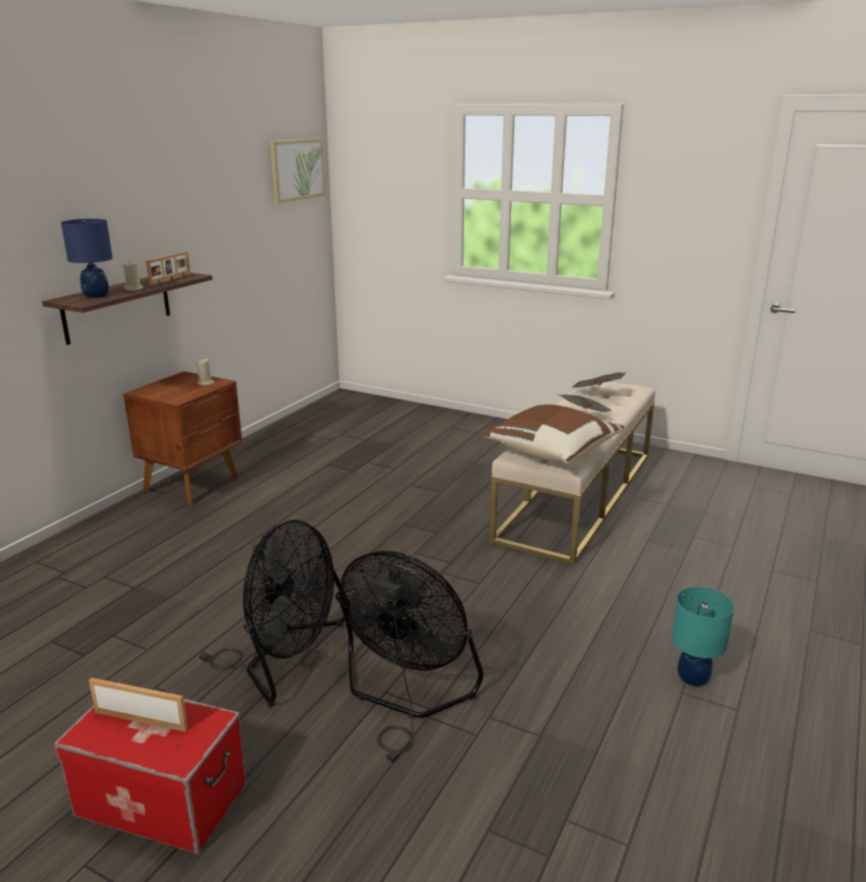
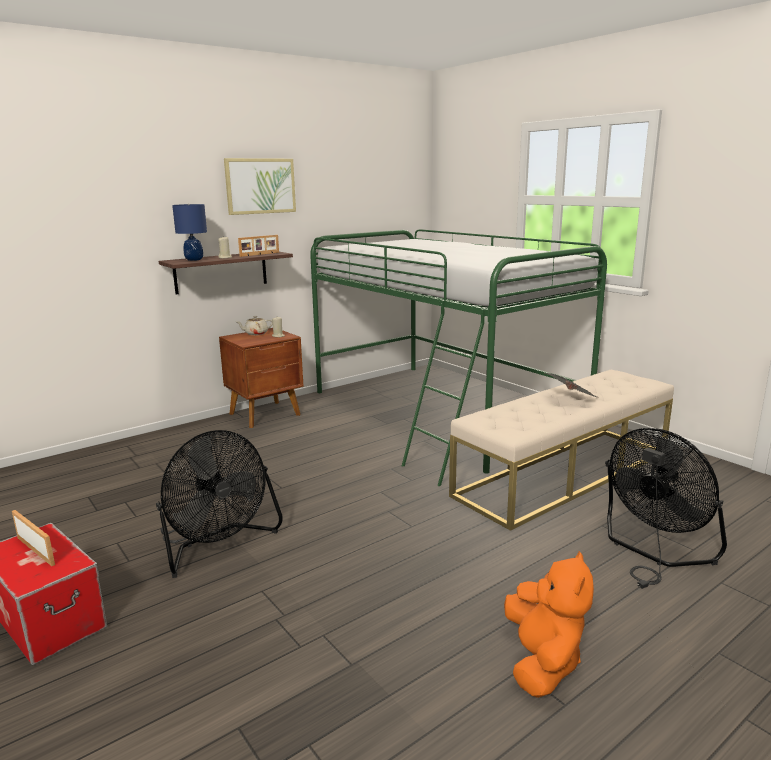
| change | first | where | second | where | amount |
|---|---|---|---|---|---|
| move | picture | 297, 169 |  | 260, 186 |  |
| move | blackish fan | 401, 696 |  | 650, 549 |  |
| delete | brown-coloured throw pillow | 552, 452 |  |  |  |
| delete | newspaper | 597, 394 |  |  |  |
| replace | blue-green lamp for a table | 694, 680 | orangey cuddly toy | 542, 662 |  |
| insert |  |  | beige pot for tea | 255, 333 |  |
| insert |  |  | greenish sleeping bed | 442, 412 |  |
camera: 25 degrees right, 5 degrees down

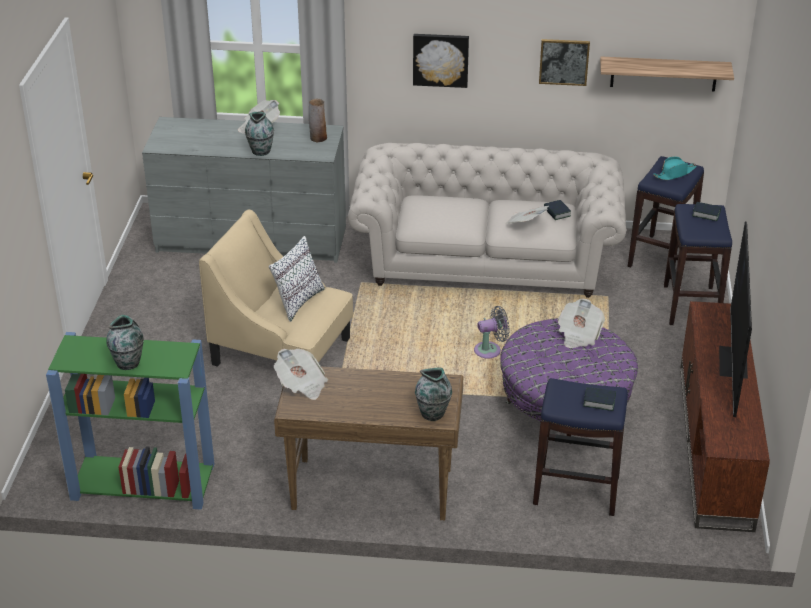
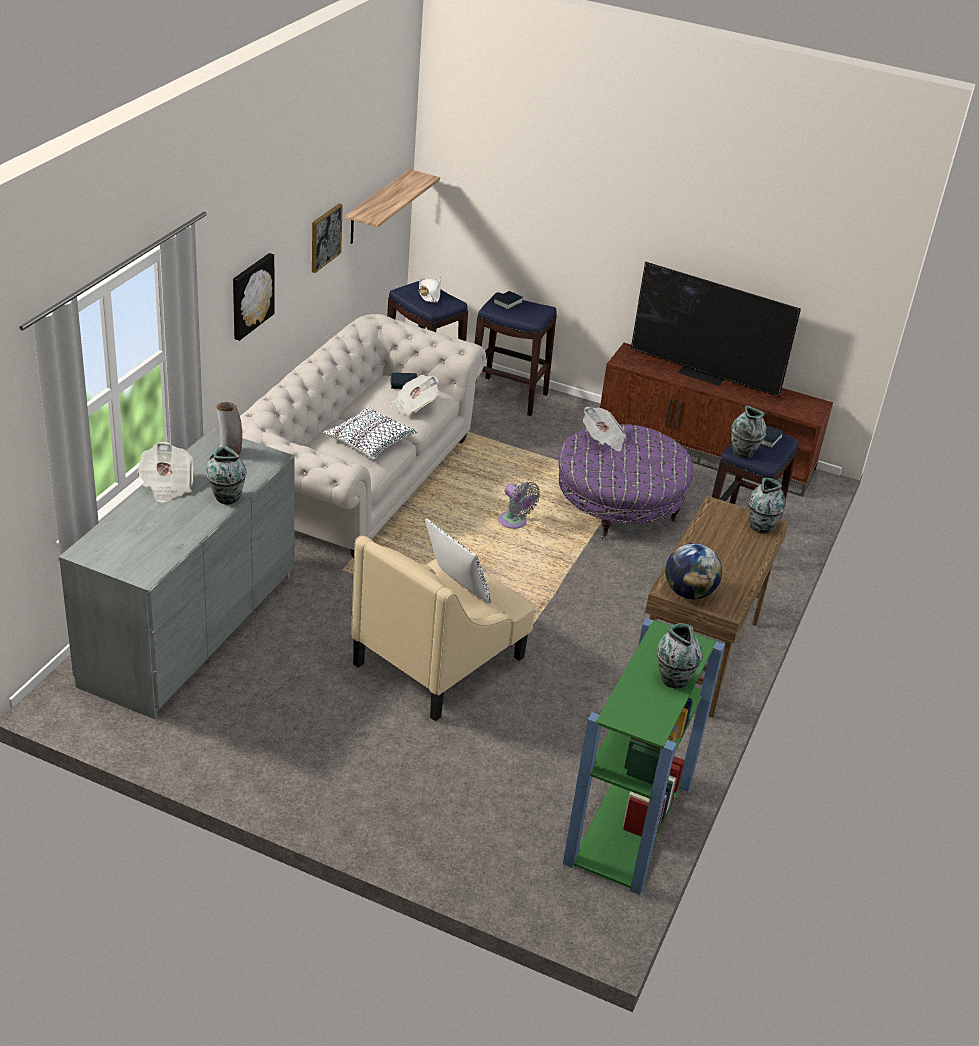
| change | first | where | second | where | amount |
|---|---|---|---|---|---|
| replace | newspaper | 301, 385 | desk globe | 688, 592 |  |
| rotate | gray fan | 490, 350 |  | 514, 522 | 135 degrees clockwise |
| recolor | blue-green hat | 674, 174 | white hat | 429, 294 |  |
| insert |  |  | white throw pillow | 370, 441 |  |
| insert |  |  | vase | 743, 453 |  |
camera: 75 degrees left, 0 degrees up

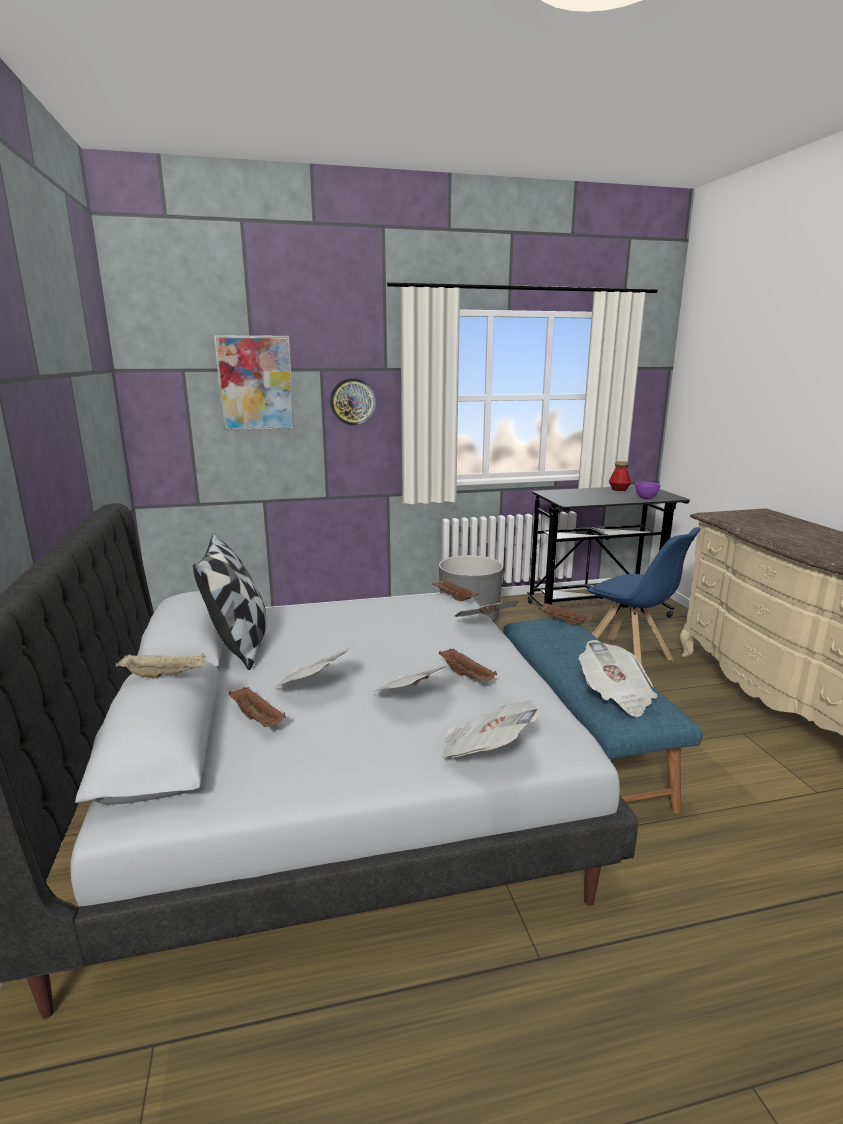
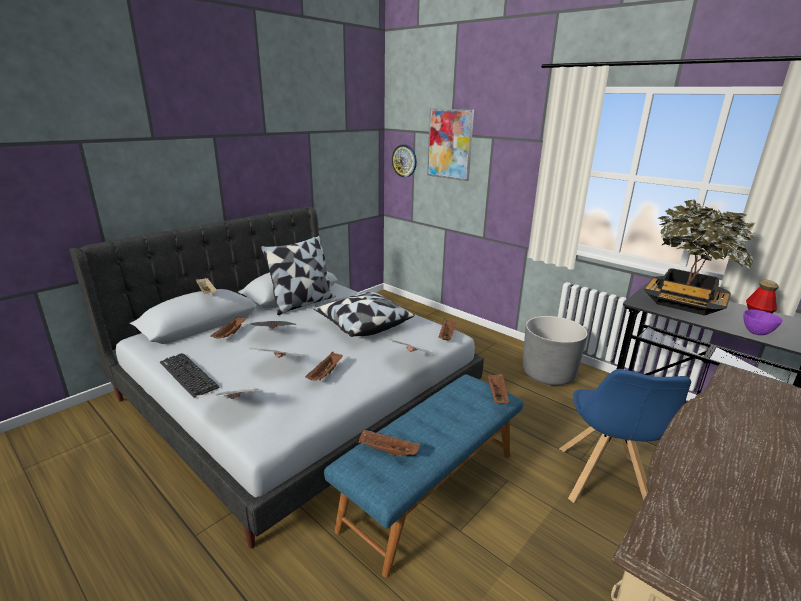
| change | first | where | second | where | amount |
|---|---|---|---|---|---|
| move | wall clock | 353, 401 |  | 404, 161 |  |
| replace | newspaper | 616, 696 | brown-coloured carrying tray | 387, 451 |  |
| insert |  |  | keyboard | 188, 375 |  |
| insert |  |  | throw pillow | 362, 325 |  |
| insert |  |  | potted plant | 683, 303 |  |
camera: 55 degrees right, 5 degrees up

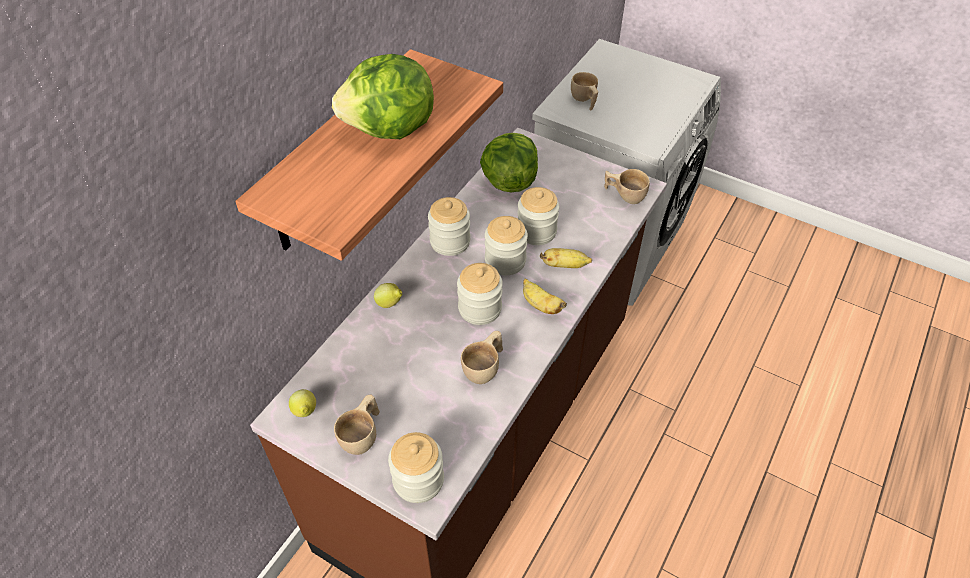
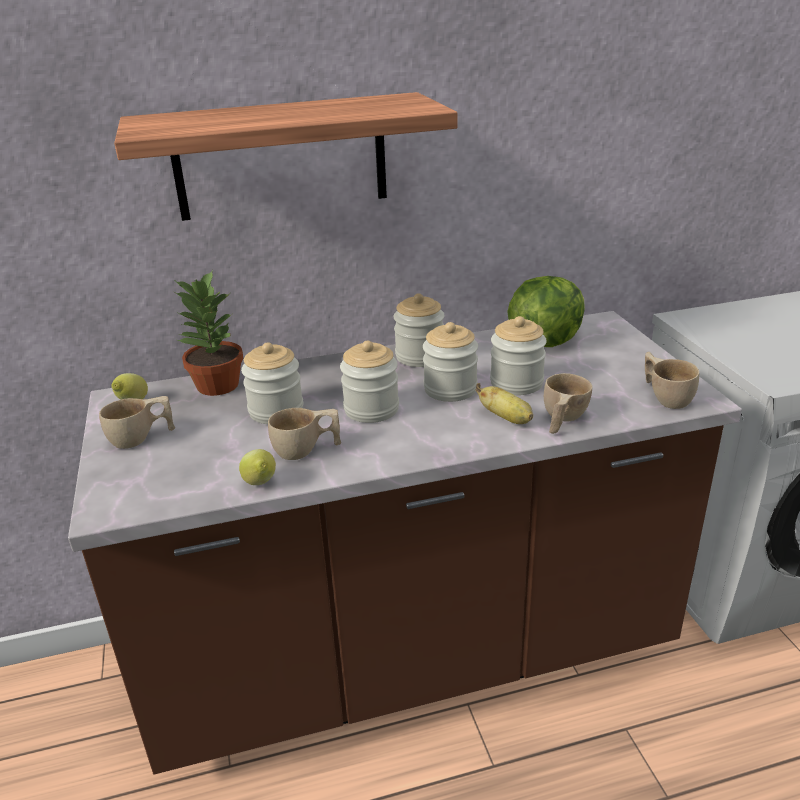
| change | first | where | second | where | amount |
|---|---|---|---|---|---|
| delete | lettuce head | 390, 130 |  |  |  |
| move | citrus fruit | 390, 304 |  | 260, 484 |  |
| move | jar | 418, 480 |  | 276, 411 |  |
| delete | banana fruit | 540, 305 |  |  |  |
| move | beige small cup | 584, 100 |  | 562, 420 |  |
| insert |  |  | potted plant | 216, 386 |  |
camera: 45 degrees right, 20 degrees down

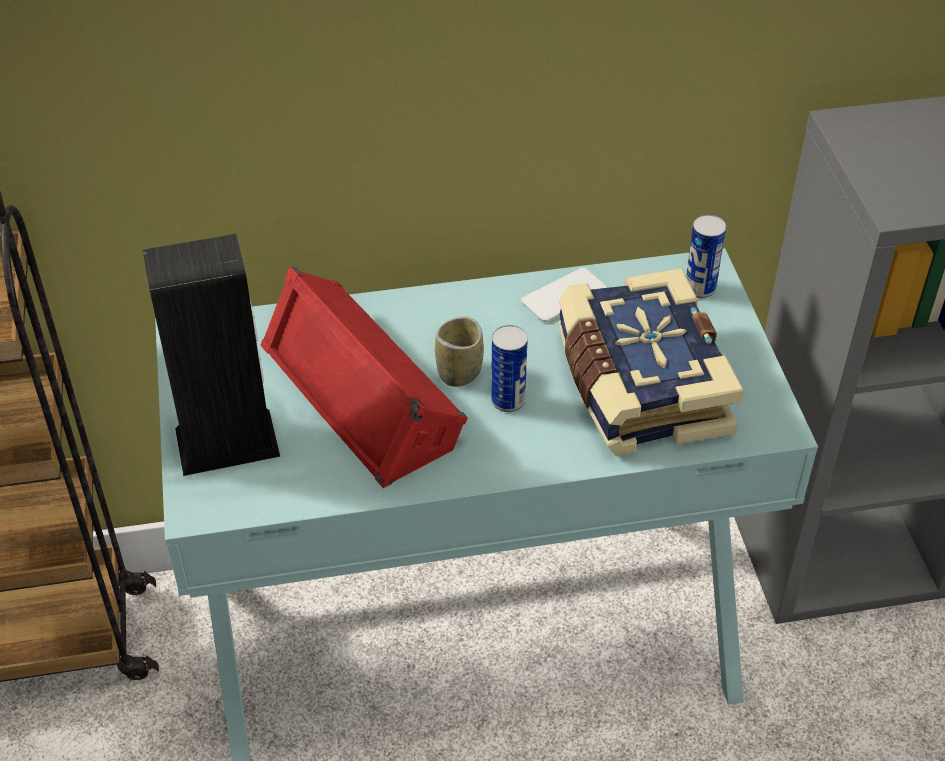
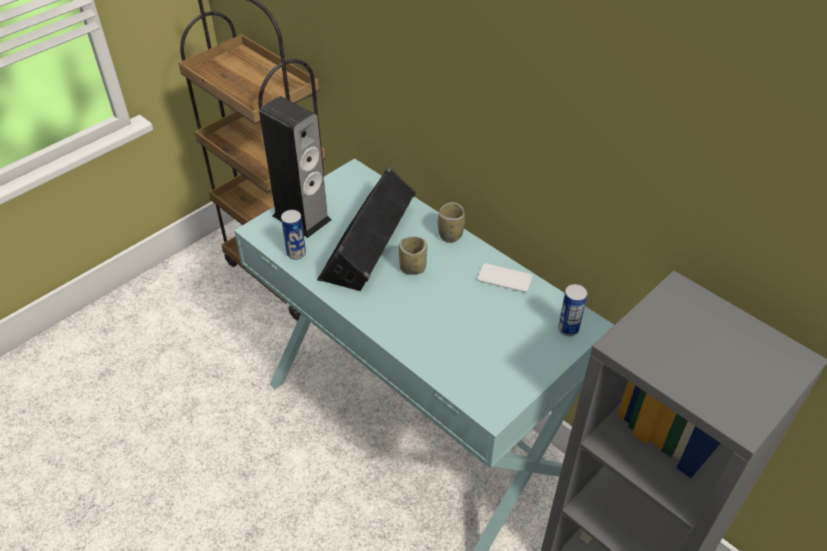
| change | first | where | second | where | amount |
|---|---|---|---|---|---|
| recolor | red-coloured loudspeaker | 364, 391 | blackish loudspeaker | 370, 242 |  |
| move | metal can | 508, 401 |  | 296, 253 |  |
| delete | volume | 638, 385 |  |  |  |
| insert |  |  | small cup | 450, 235 |  |
camera: 55 degrees right, 0 degrees up

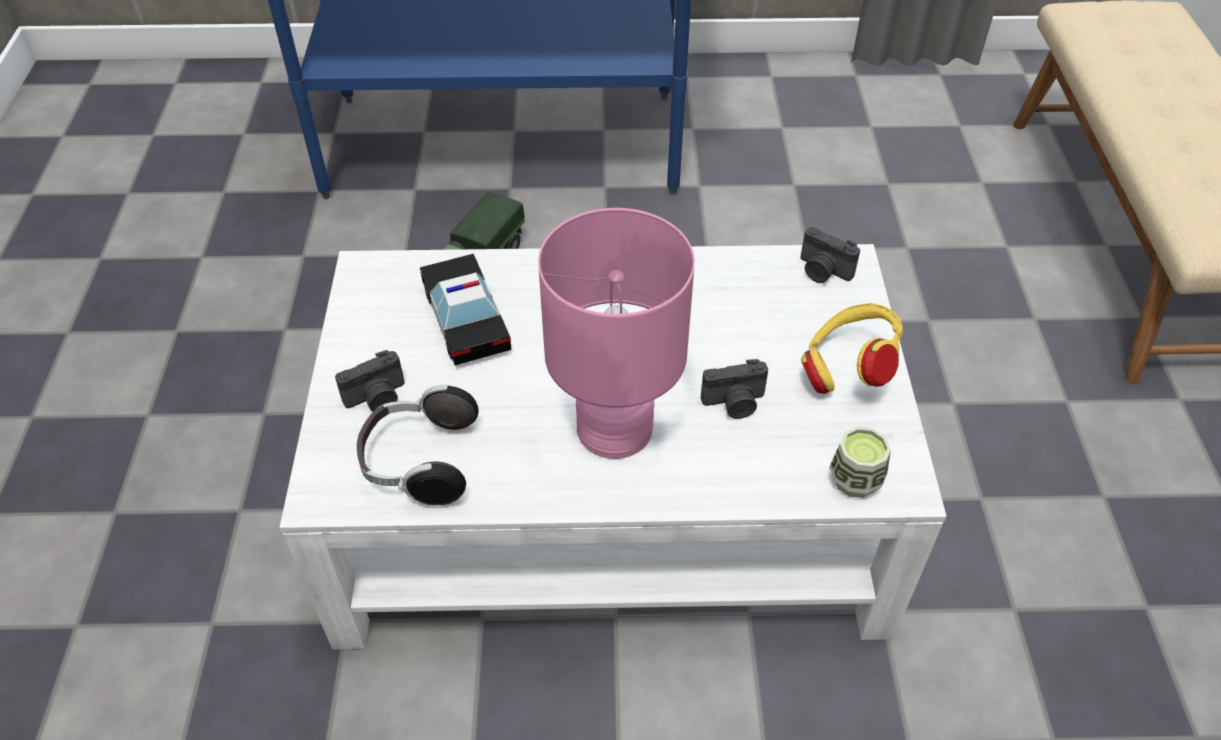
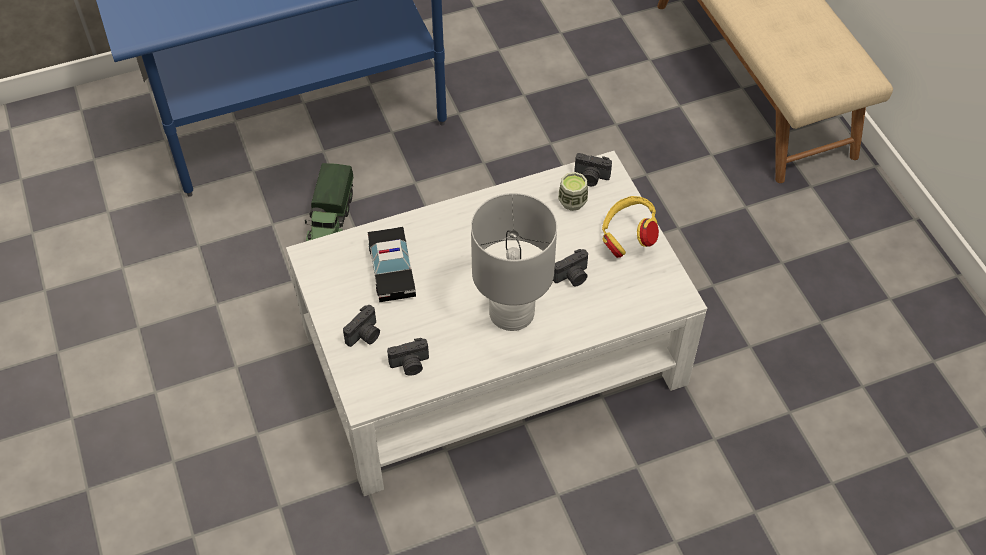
| change | first | where | second | where | amount |
|---|---|---|---|---|---|
| replace | pair of headphones | 419, 461 | photo camera | 410, 365 |  |
| rotate | miniature car | 466, 319 |  | 392, 270 | 150 degrees counterclockwise |
| recolor | pinkish lamp for a table | 614, 428 | gray lamp for a table | 511, 312 |  |
| move | small cup | 855, 480 |  | 572, 201 |  |
camera: 20 degrees left, 5 degrees up

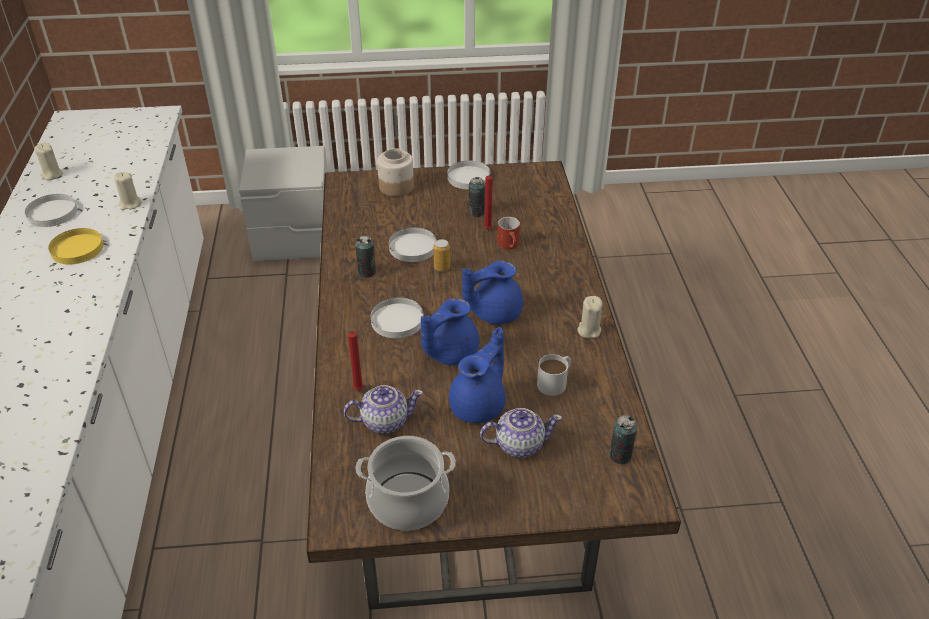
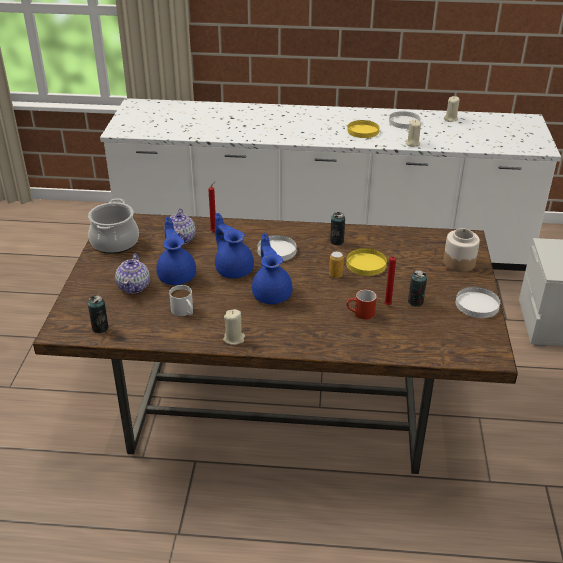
| change | first | where | second | where | amount |
|---|---|---|---|---|---|
| recolor | white dinner plate | 413, 247 | yellowish dinner plate | 366, 264 |  |
| rotate | blue pot for tea | 479, 405 |  | 177, 275 | 150 degrees counterclockwise |
camera: 100 degrees right, 5 degrees down

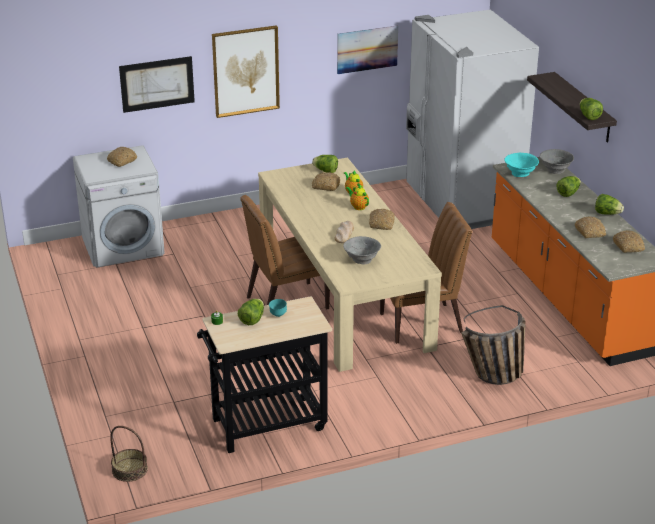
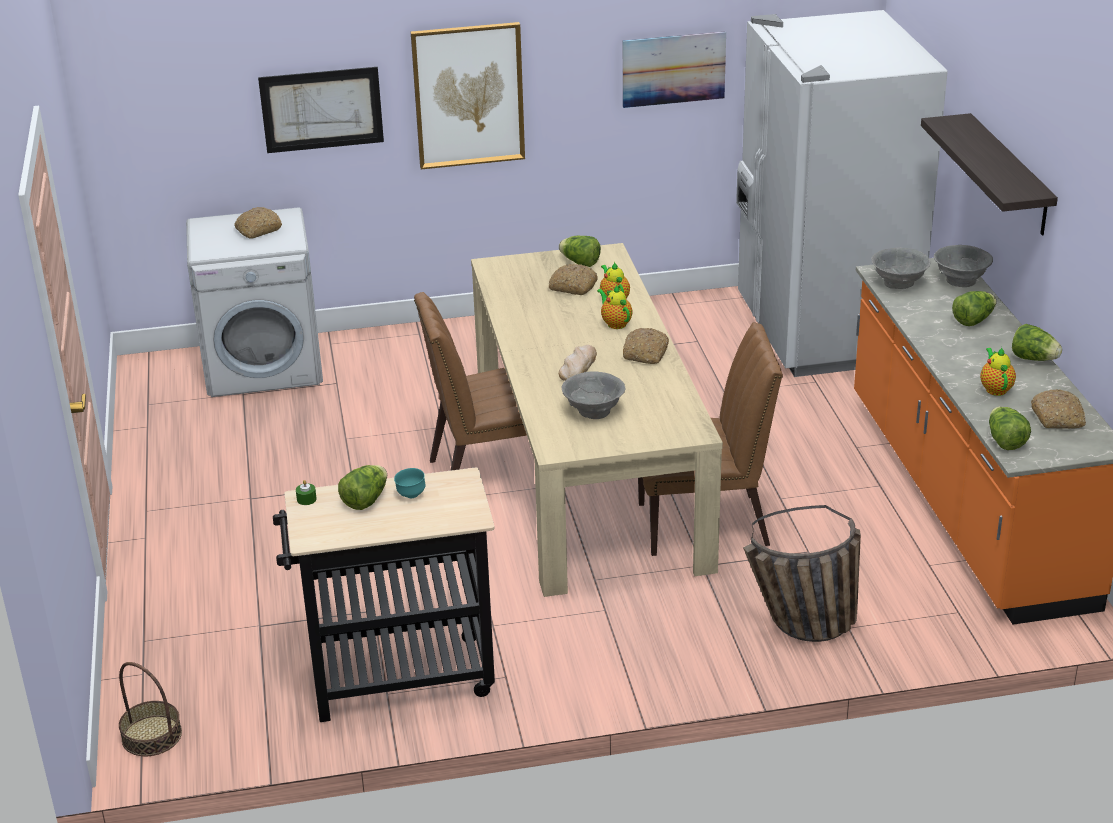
| change | first | where | second | where | amount |
|---|---|---|---|---|---|
| recolor | blue-green deep dish | 520, 174 | gray deep dish | 899, 283 |  |
| replace | bread | 590, 232 | pot for tea | 995, 388 |  |
| move | lettuce head | 588, 116 |  | 1005, 441 |  |
camera: 10 degrees right, 0 degrees up

